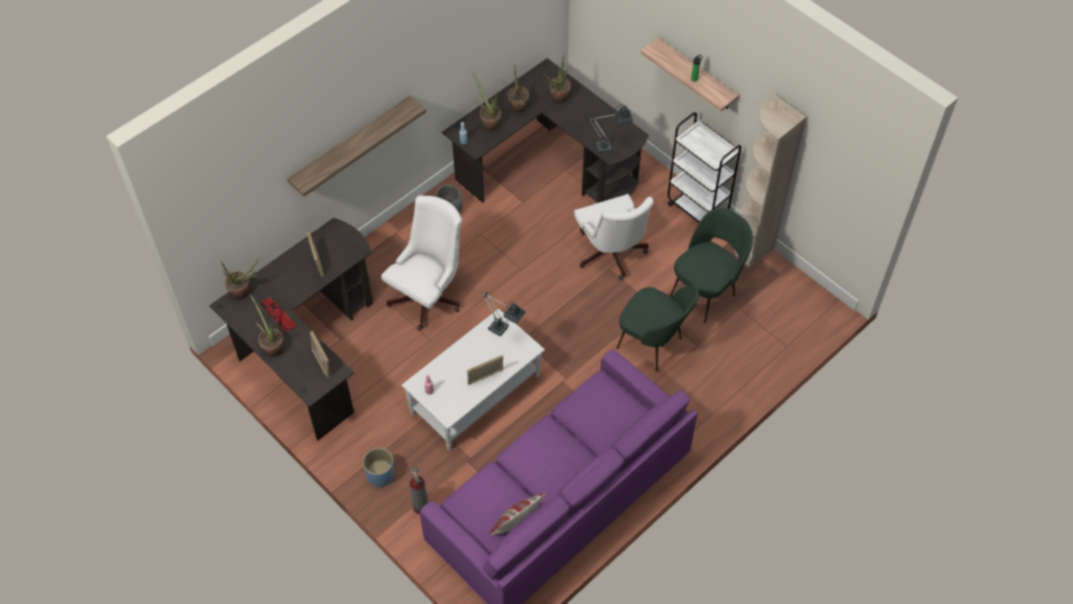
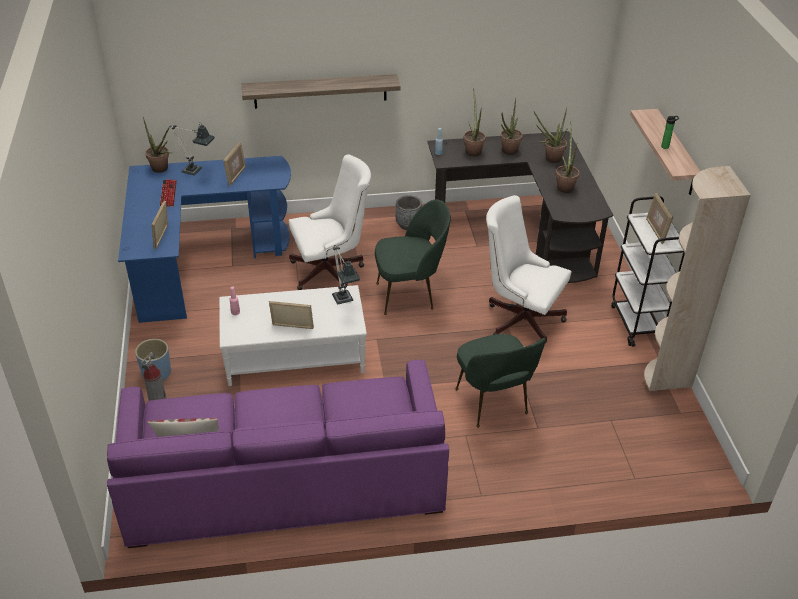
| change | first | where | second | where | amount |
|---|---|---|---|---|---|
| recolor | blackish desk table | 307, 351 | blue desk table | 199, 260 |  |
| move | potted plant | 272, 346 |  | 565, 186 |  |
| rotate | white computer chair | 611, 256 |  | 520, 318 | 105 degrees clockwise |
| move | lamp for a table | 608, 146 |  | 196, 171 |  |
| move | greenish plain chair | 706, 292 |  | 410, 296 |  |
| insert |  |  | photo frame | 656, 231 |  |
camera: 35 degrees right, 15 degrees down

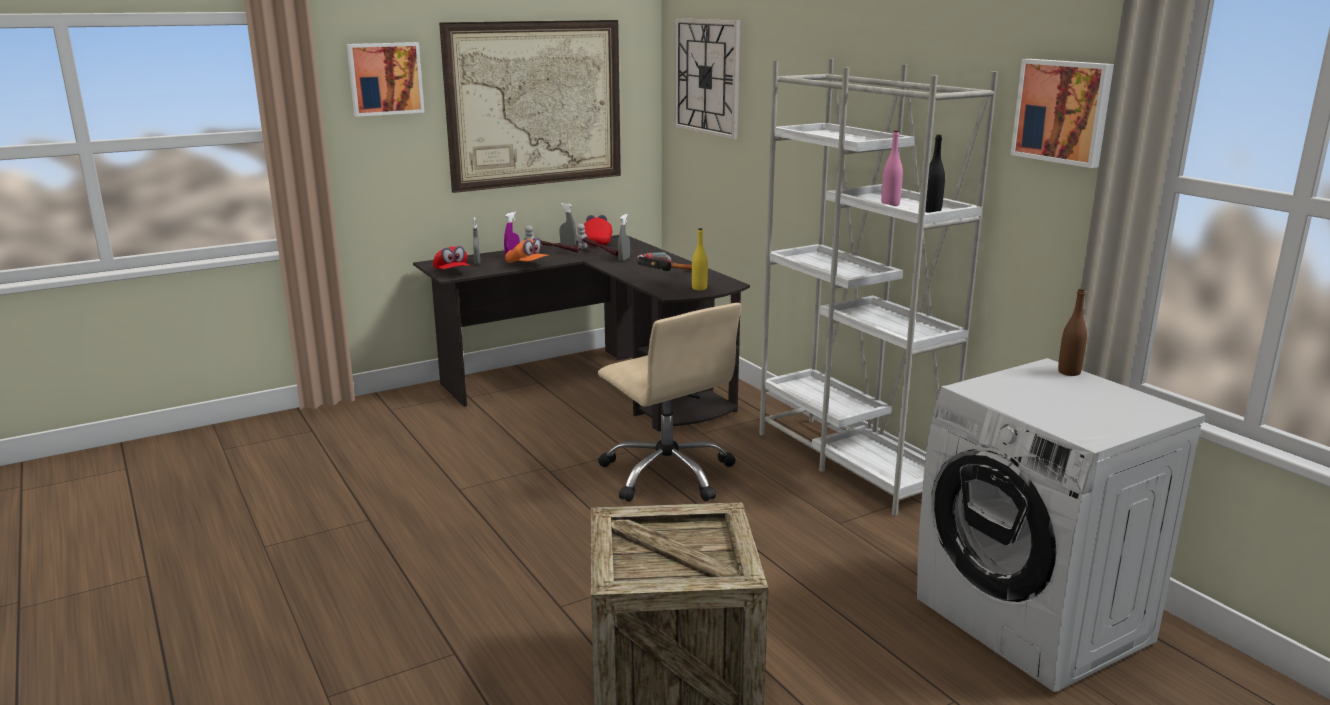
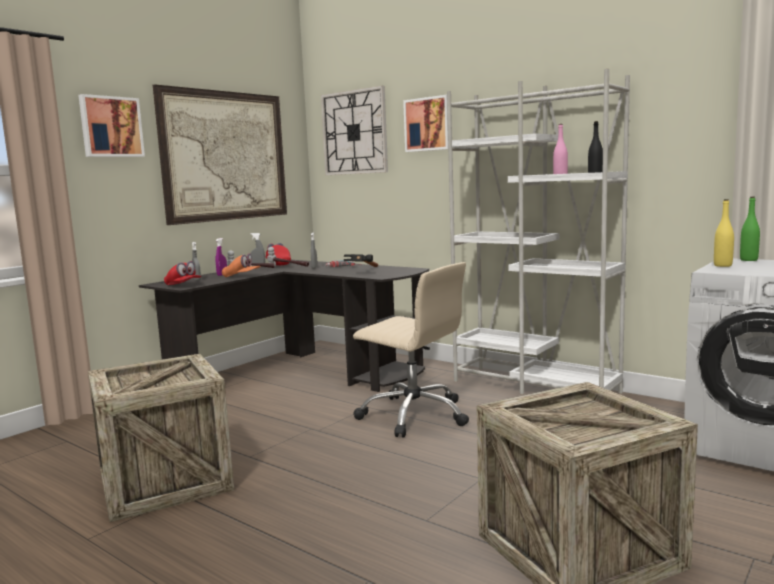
| change | first | where | second | where | amount |
|---|---|---|---|---|---|
| move | yellowish beverage bottle | 699, 288 |  | 722, 265 |  |
| move | picture | 1063, 111 |  | 428, 124 |  |
| recolor | brown-coloured beverage bottle | 1069, 372 | greenish beverage bottle | 748, 260 |  |
| insert |  |  | shipping crate | 165, 482 |  |
camera: 20 degrees left, 10 degrees down

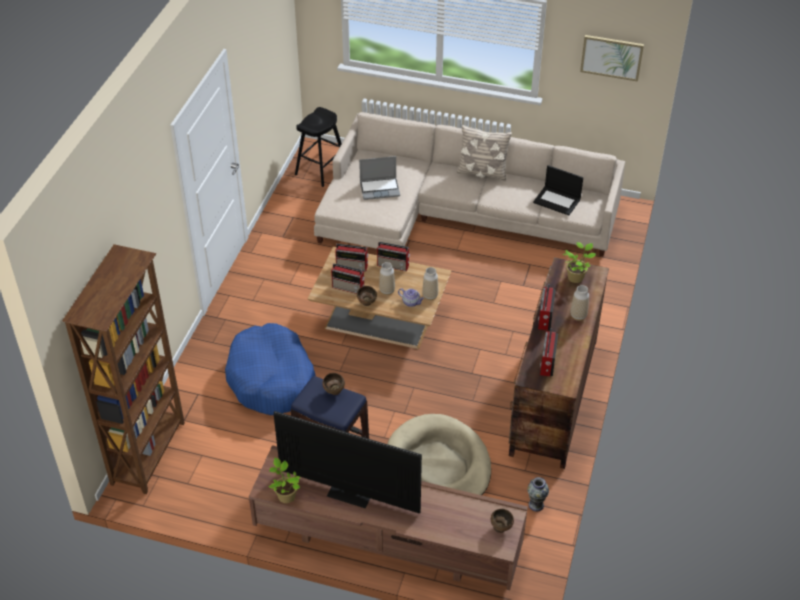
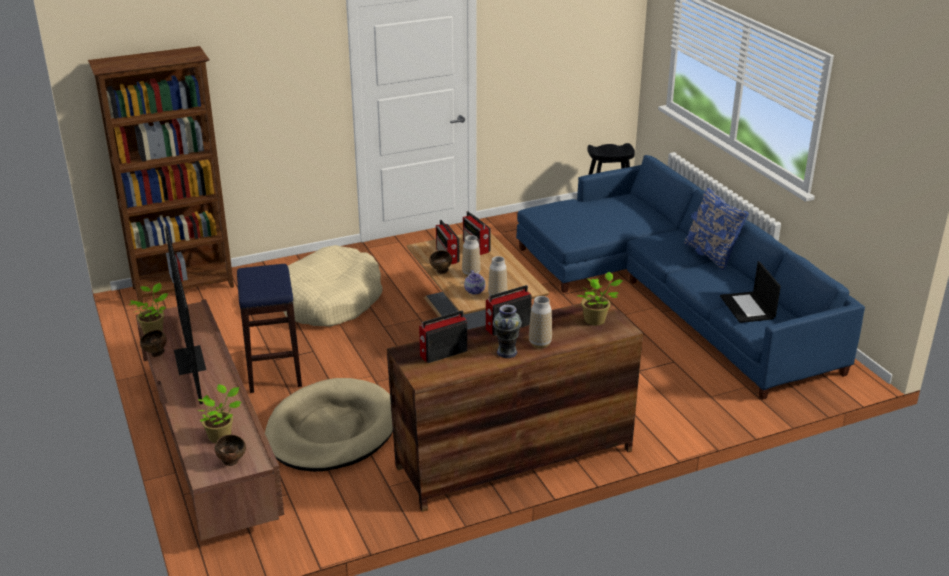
| change | first | where | second | where | amount |
|---|---|---|---|---|---|
| recolor | blue dog cushion | 271, 379 | beige dog cushion | 330, 301 |  |
| recolor | beige couch | 456, 212 | blue couch | 672, 292 |  |
| move | brown-coloured deep dish | 334, 392 |  | 155, 354 |  |
| delete | laptop | 380, 189 |  |  |  |
| delete | radio receiver | 394, 265 |  |  |  |
| recolor | beige throw pillow | 482, 173 | blue throw pillow | 710, 255 |  |
| move | vase | 536, 505 |  | 507, 352 |  |
| delete | picture | 611, 57 |  |  |  |
| insert |  |  | potted plant | 221, 436 |  |
camera: 50 degrees right, 15 degrees down

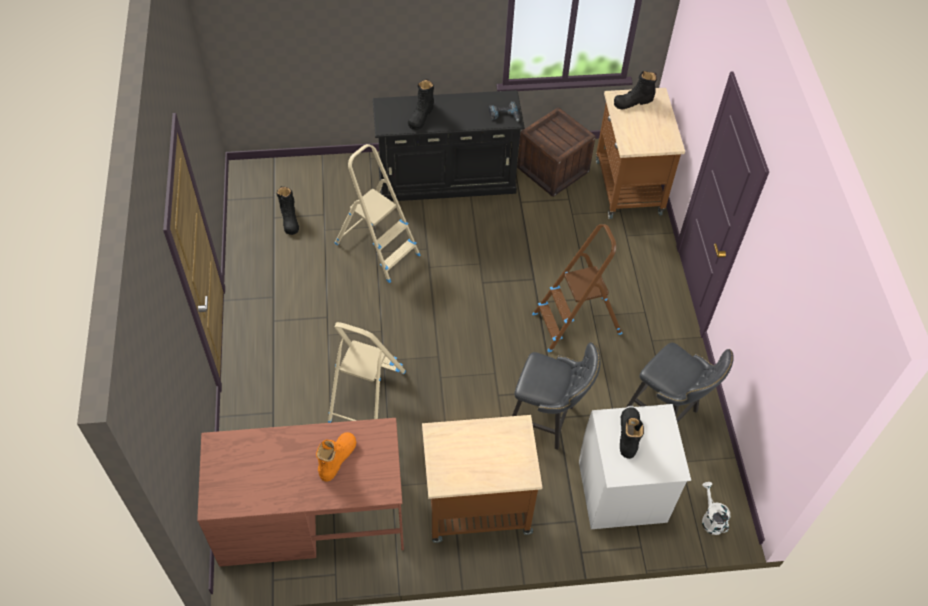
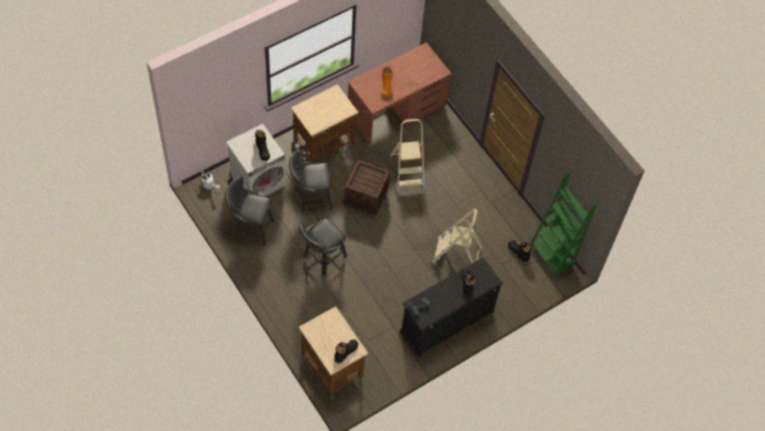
| change | first | where | second | where | amount |
|---|---|---|---|---|---|
| move | shipping crate | 553, 169 |  | 366, 196 |  |
| replace | brown-coloured stepladder | 576, 324 | gray stool | 321, 259 |  |
| insert |  |  | greenish shelving unit | 551, 255 |  |
camera: 150 degrees right, 5 degrees up

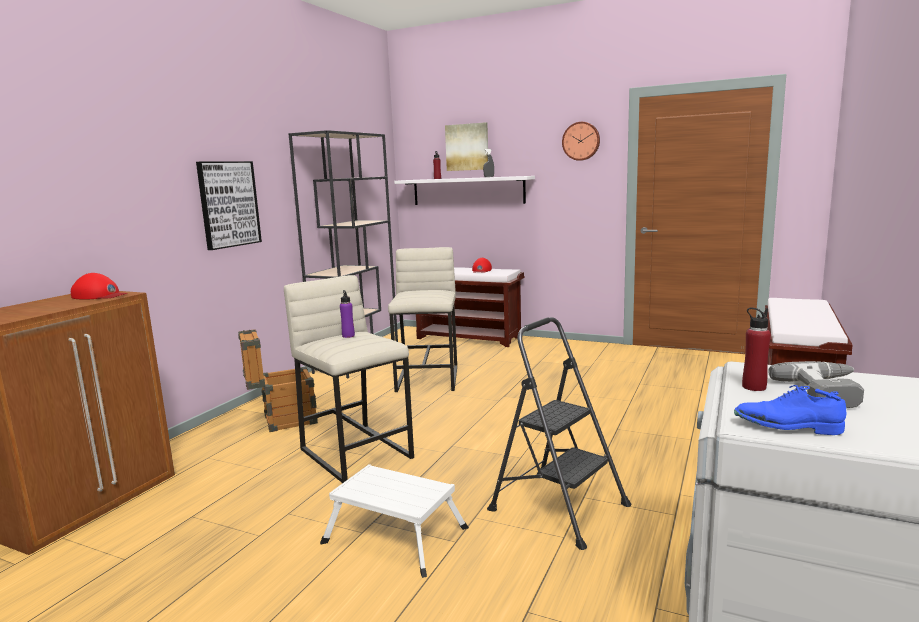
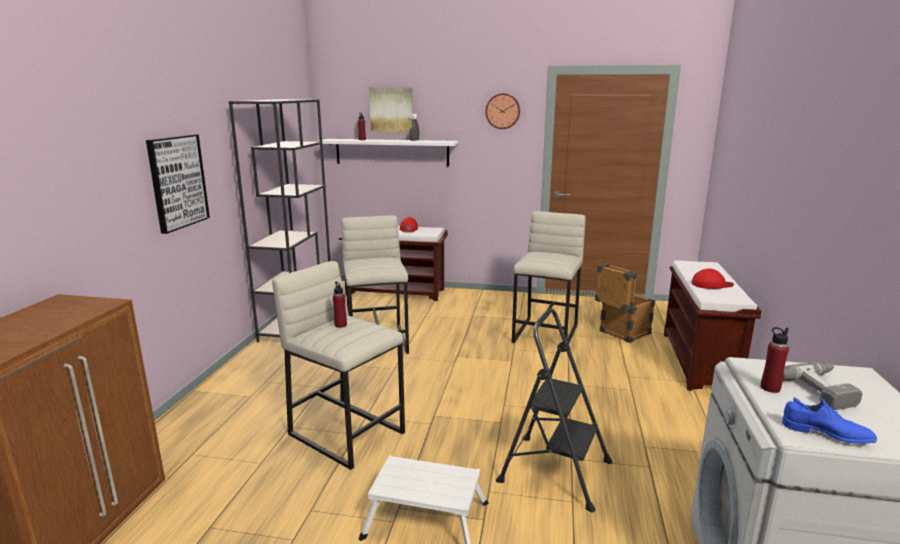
| change | first | where | second | where | amount |
|---|---|---|---|---|---|
| move | red-coloured peaked cap | 100, 296 |  | 711, 284 |  |
| move | shipping crate | 282, 421 |  | 620, 334 |  |
| recolor | purple-coloured beverage bottle | 348, 336 | red-coloured beverage bottle | 340, 325 |  |
| rotate | blue shoe | 787, 427 |  | 826, 434 | 150 degrees counterclockwise |
| insert |  |  | beige stool | 545, 333 |  |
camera: 15 degrees left, 5 degrees up

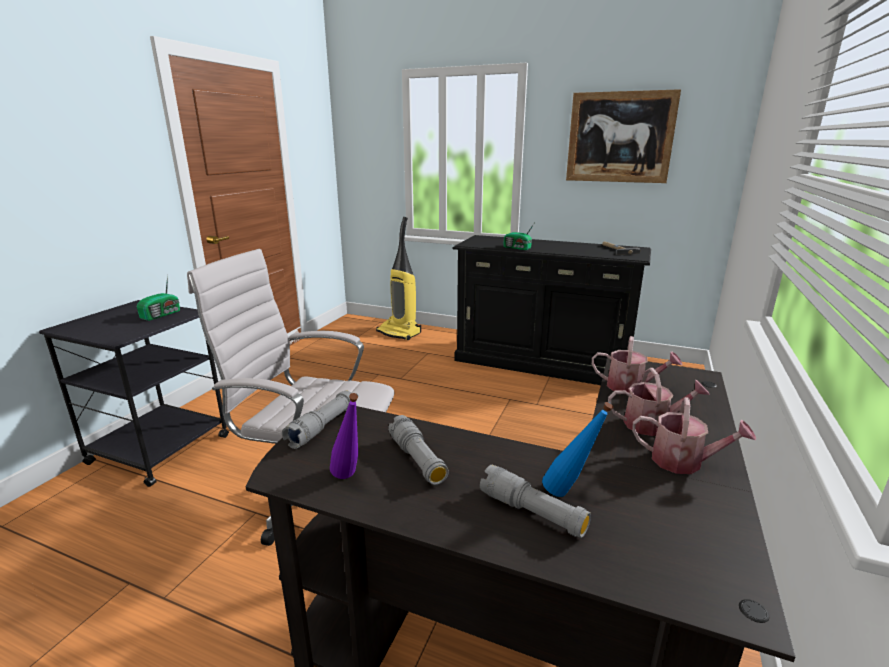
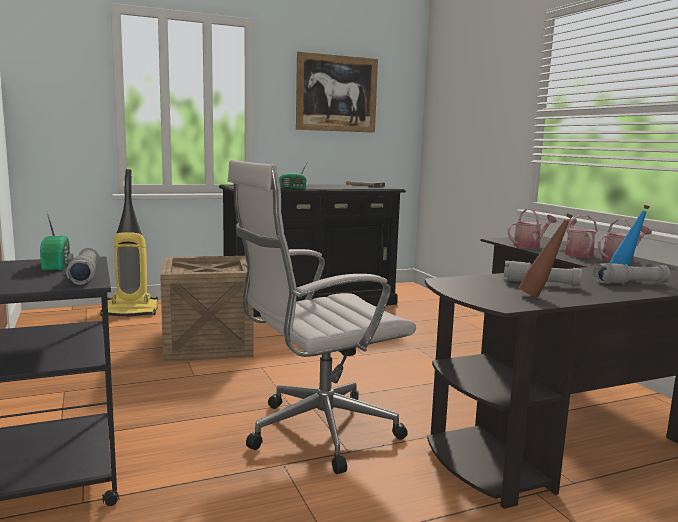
| change | first | where | second | where | amount |
|---|---|---|---|---|---|
| move | gray torch | 322, 427 |  | 85, 275 |  |
| recolor | purple-coloured beverage bottle | 349, 479 | brown-coloured beverage bottle | 540, 296 |  |
| rotate | watering pot | 652, 424 |  | 577, 254 | 45 degrees counterclockwise |
| insert |  |  | shipping crate | 208, 344 |  |
camera: 45 degrees left, 10 degrees down

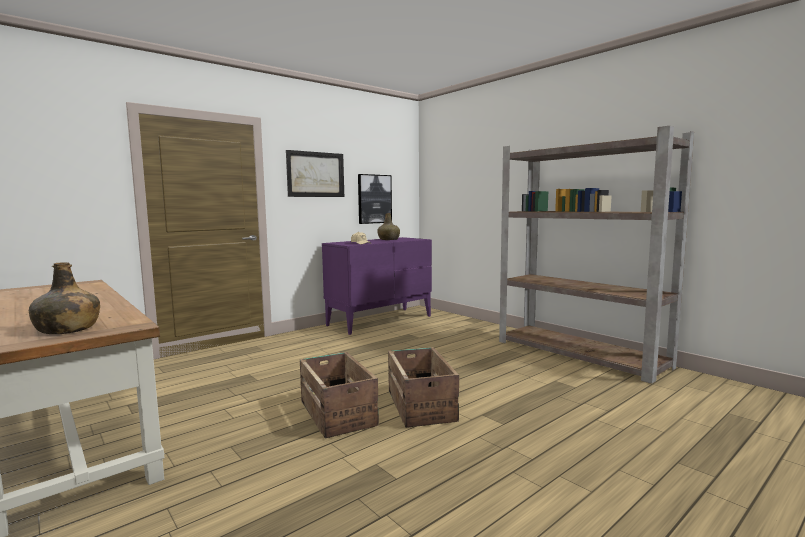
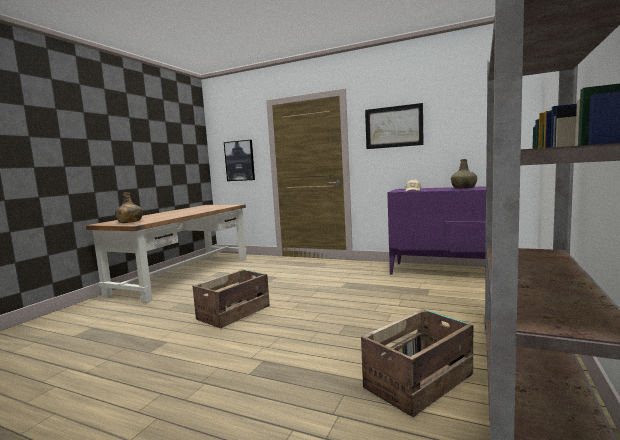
| change | first | where | second | where | amount |
|---|---|---|---|---|---|
| move | picture | 374, 199 |  | 239, 160 |  |
| move | shipping crate | 421, 405 |  | 420, 381 |  |
camera: 65 degrees right, 0 degrees up

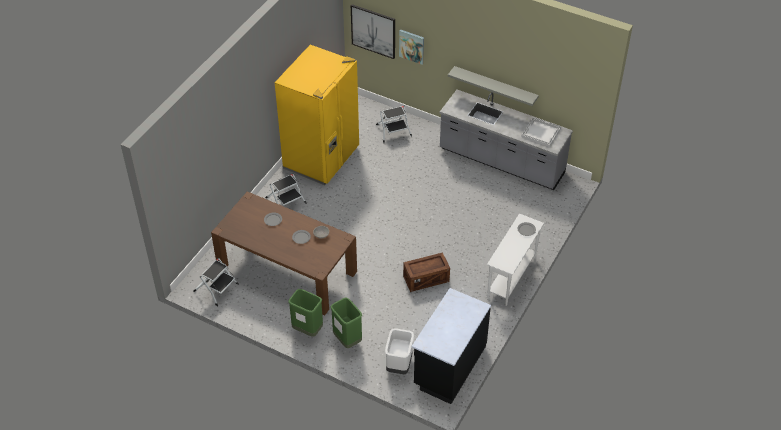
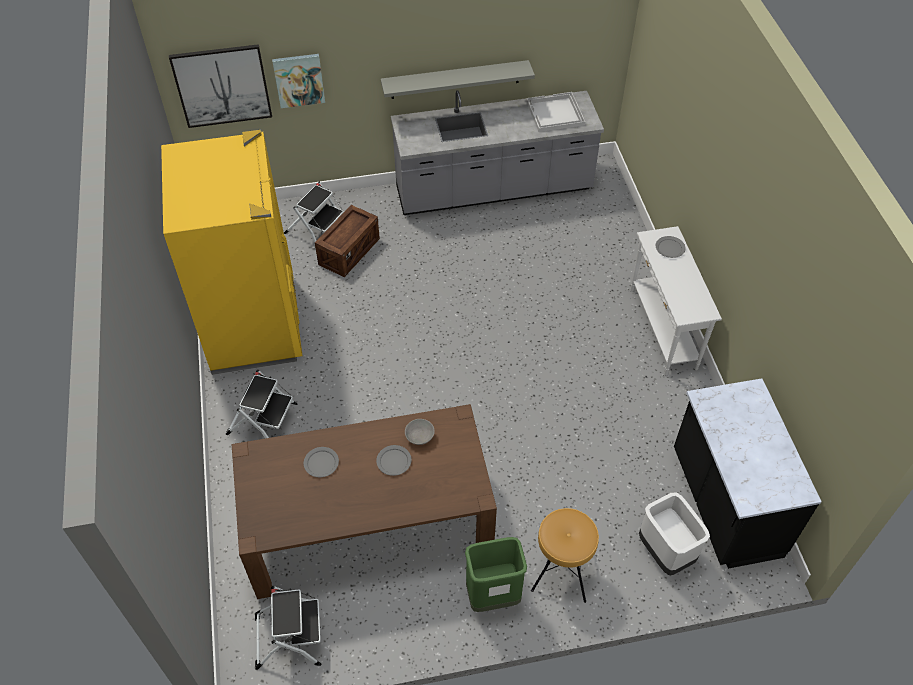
| change | first | where | second | where | amount |
|---|---|---|---|---|---|
| replace | greenish waste bin | 347, 340 | brown-coloured stool | 562, 569 |  |
| move | shipping crate | 426, 279 |  | 349, 252 |  |
camera: 40 degrees left, 5 degrees up

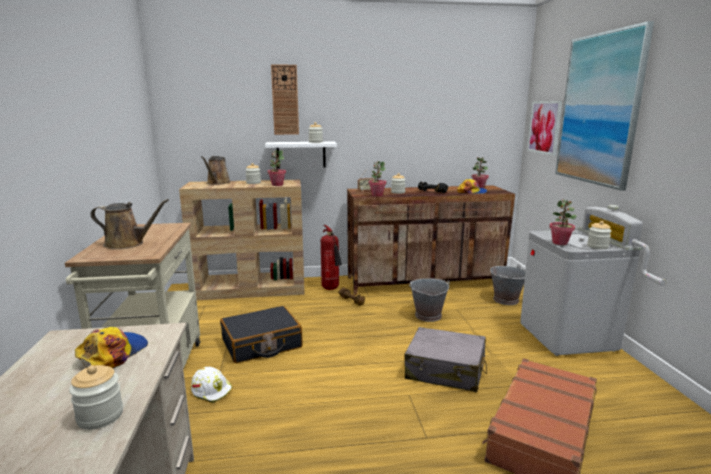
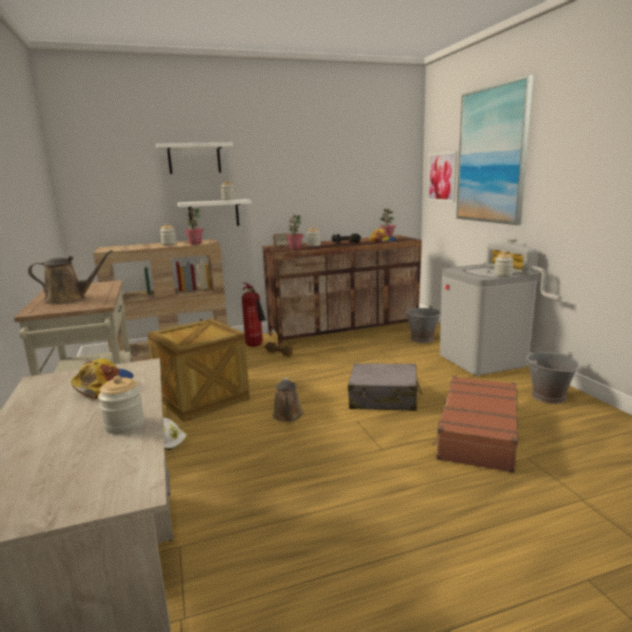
| change | first | where | second | where | amount |
|---|---|---|---|---|---|
| move | brown-coloured watering pot | 217, 183 |  | 288, 416 |  |
| replace | blackish travel case | 261, 344 | shipping crate | 202, 398 |  |
| replace | wall clock | 285, 100 | white bracket shelf | 194, 159 |  |
| move | gray pail | 427, 315 |  | 548, 396 |  |
| delete | potted plant | 560, 243 |  |  |  |
camera: 10 degrees left, 0 degrees up

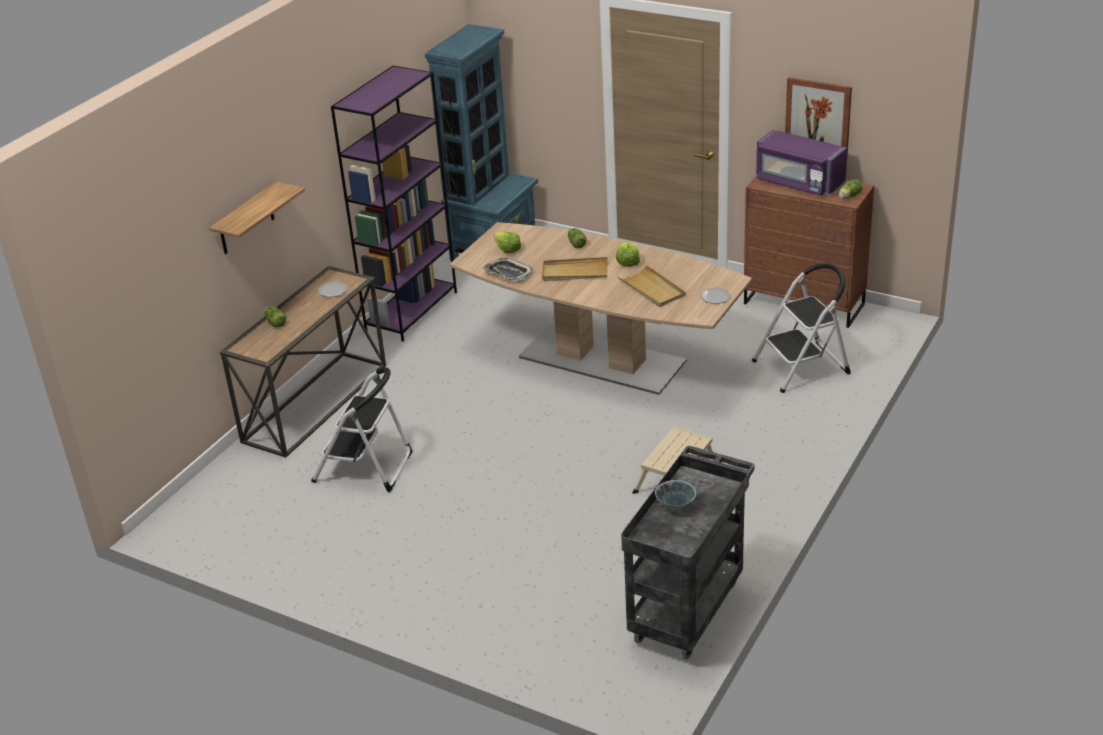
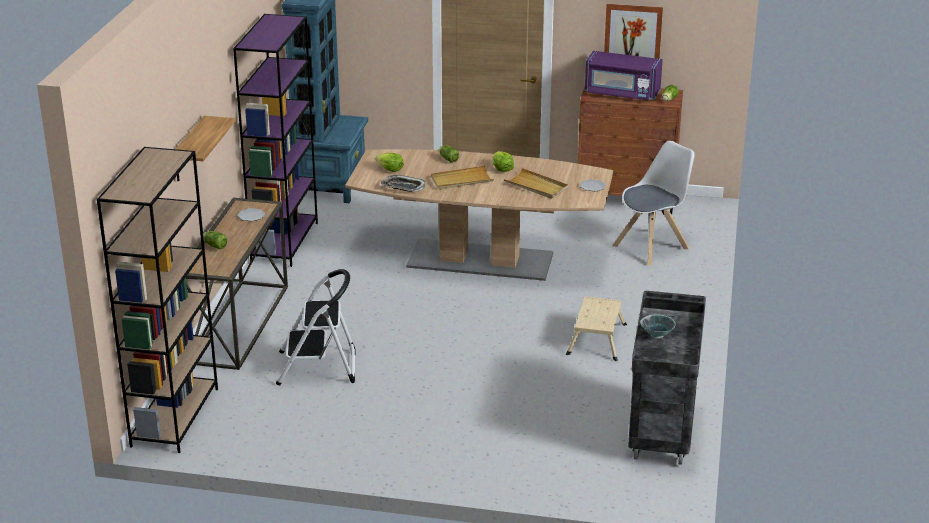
| change | first | where | second | where | amount |
|---|---|---|---|---|---|
| replace | stepladder | 804, 367 | plain chair | 652, 246 |  |
| insert |  |  | beige shelving unit | 174, 416 |  |
camera: 20 degrees left, 5 degrees down

